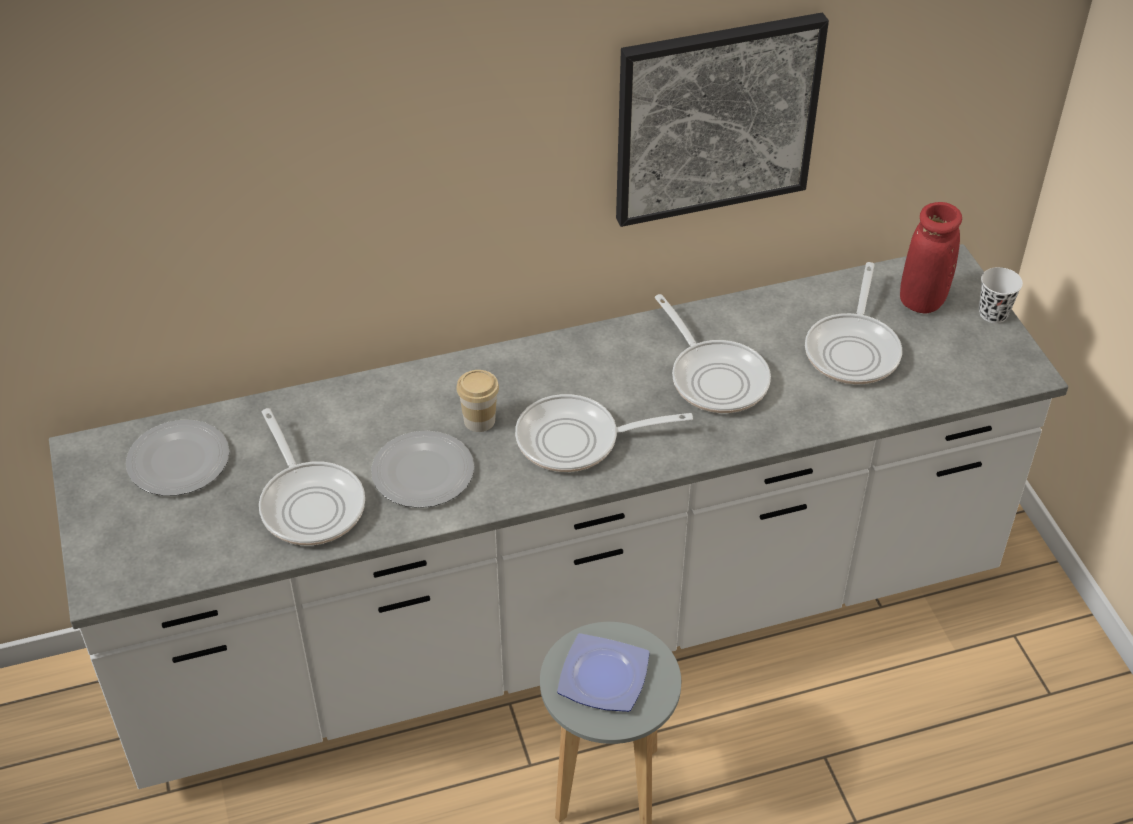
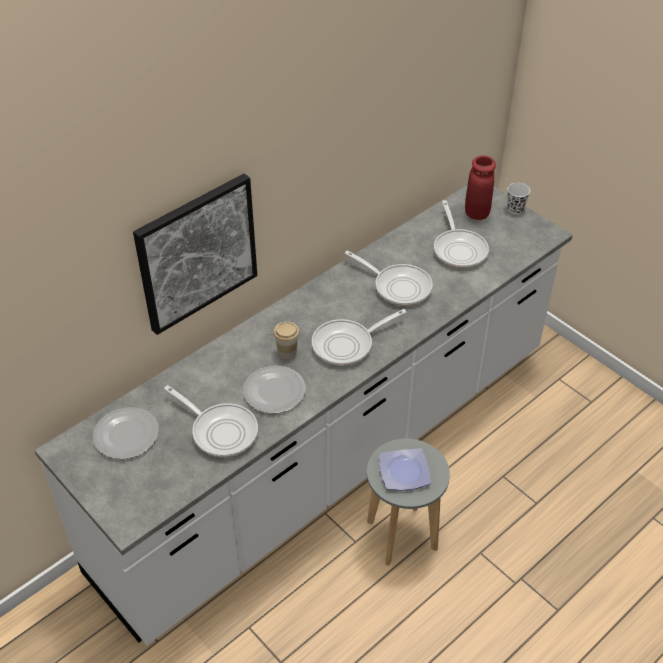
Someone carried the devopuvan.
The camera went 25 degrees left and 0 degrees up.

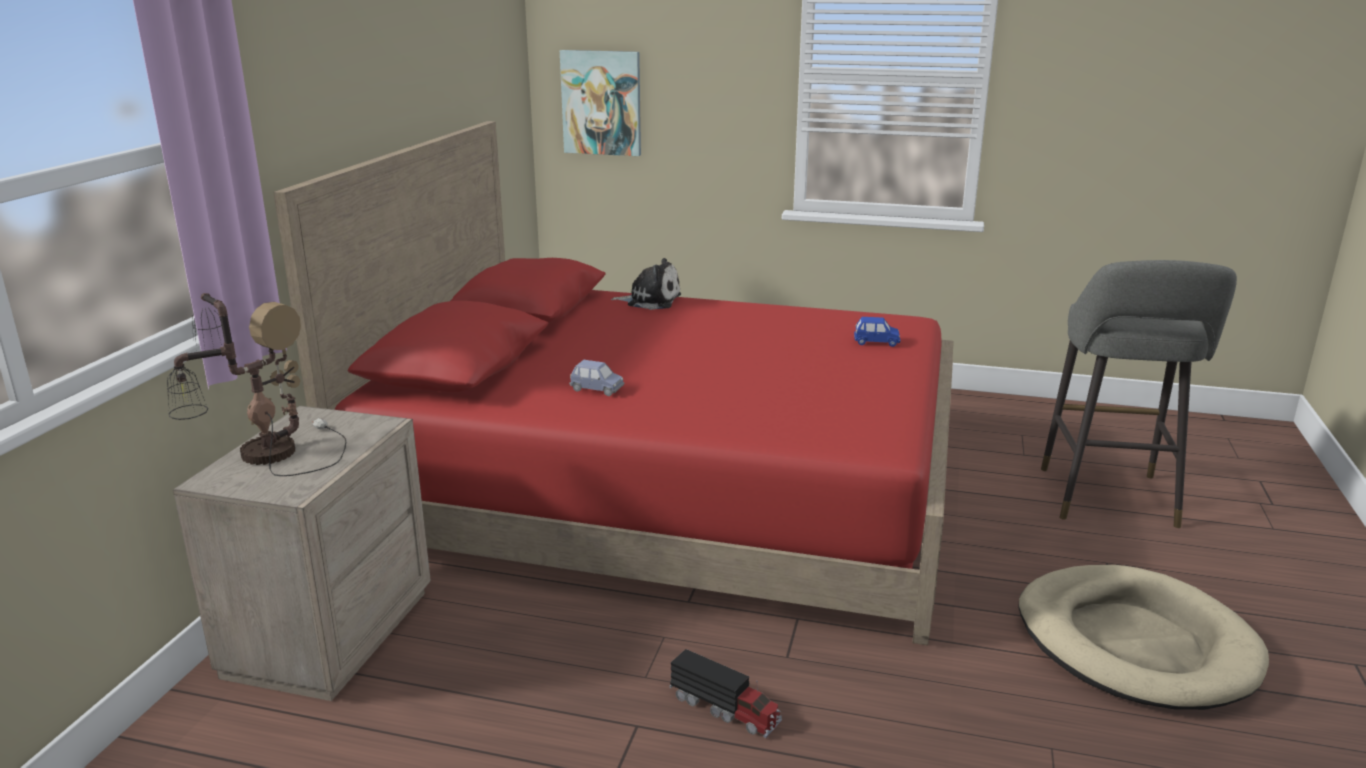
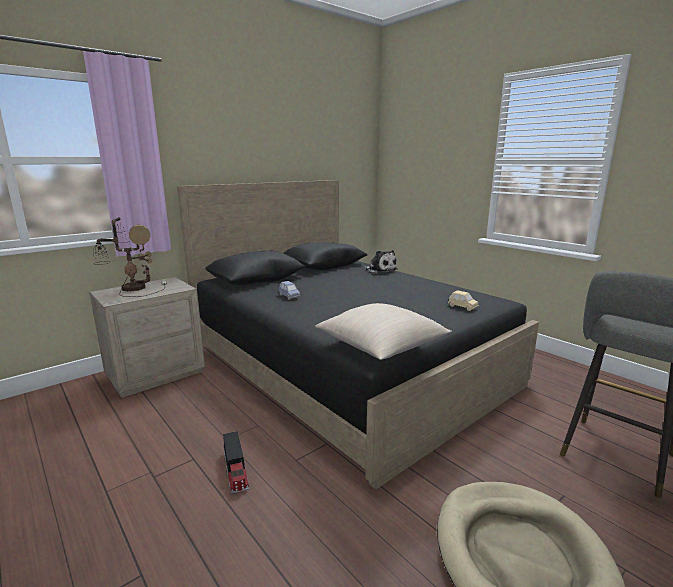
Someone repainted the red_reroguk, which became the black_reroguk.
Someone put down the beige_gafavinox.
Someone repainted the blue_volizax (2nd from left), which became the beige_volizax.
Someone took away the devopuvan.
The camera went 35 degrees right and 5 degrees down.

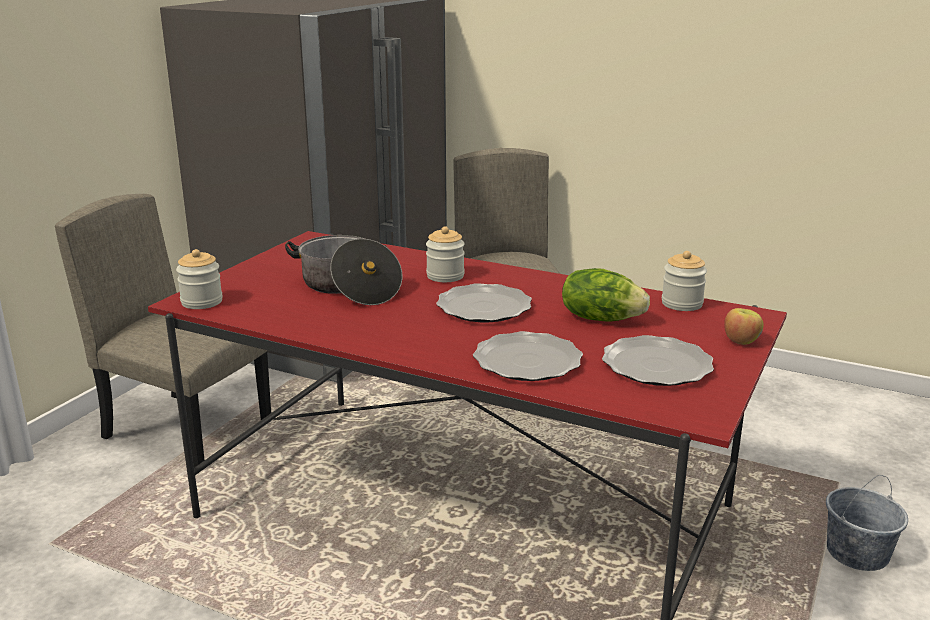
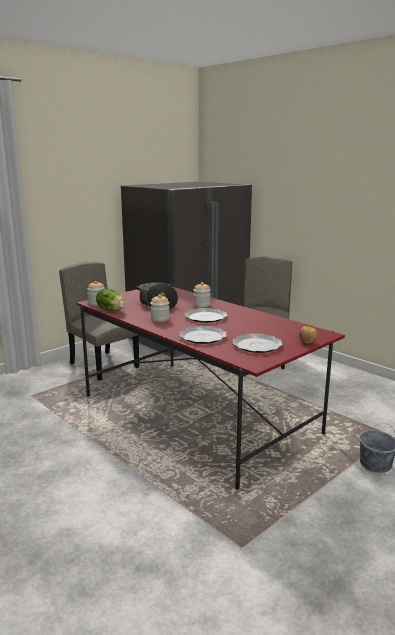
Someone carried the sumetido.
Someone carried the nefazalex (3rd from left in the first image).
The camera went 20 degrees right and 5 degrees down.

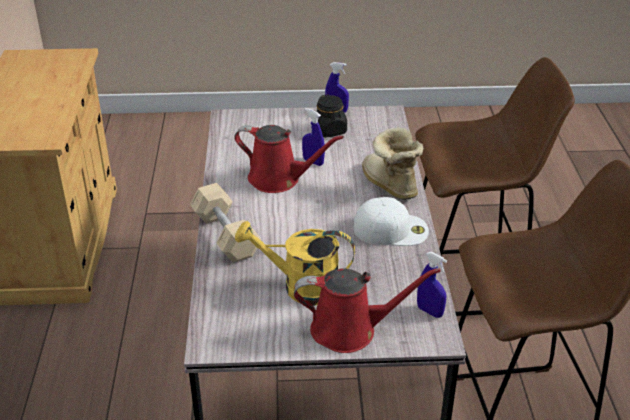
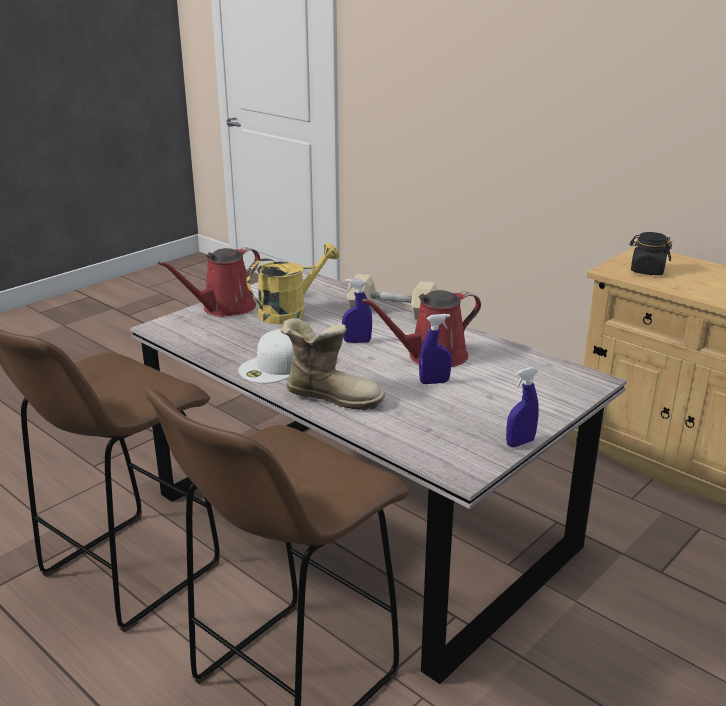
Someone carried the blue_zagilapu (3rd from left in the first image).
Someone carried the black_nefazalex.
The camera went 135 degrees right and 10 degrees down.

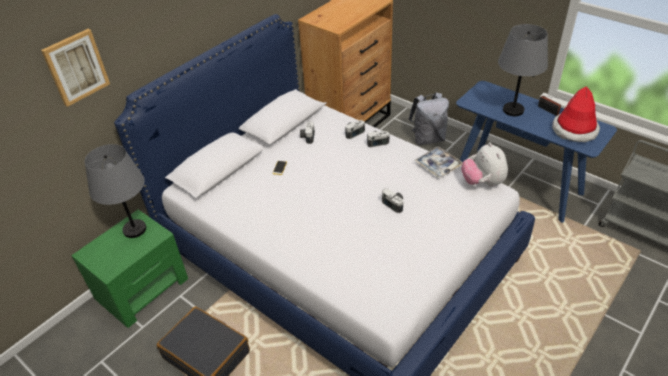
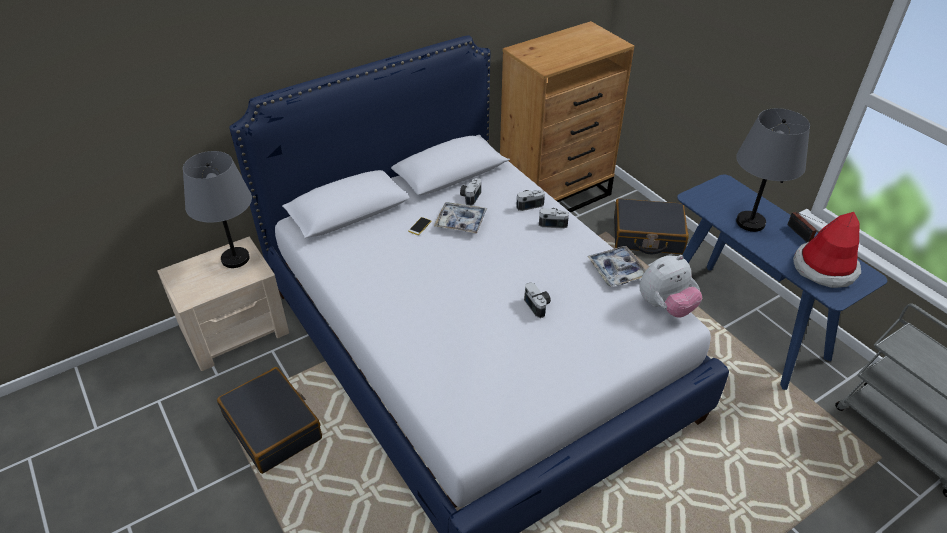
Someone repainted the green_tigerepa, which became the beige_tigerepa.
Someone put down the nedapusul (1st from left).
Someone swapped the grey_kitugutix for the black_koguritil (2nd from left).
Someone rotated the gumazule by 120 degrees counterclockwise.
Someone took away the devopuvan.
The camera went 15 degrees right and 0 degrees up.

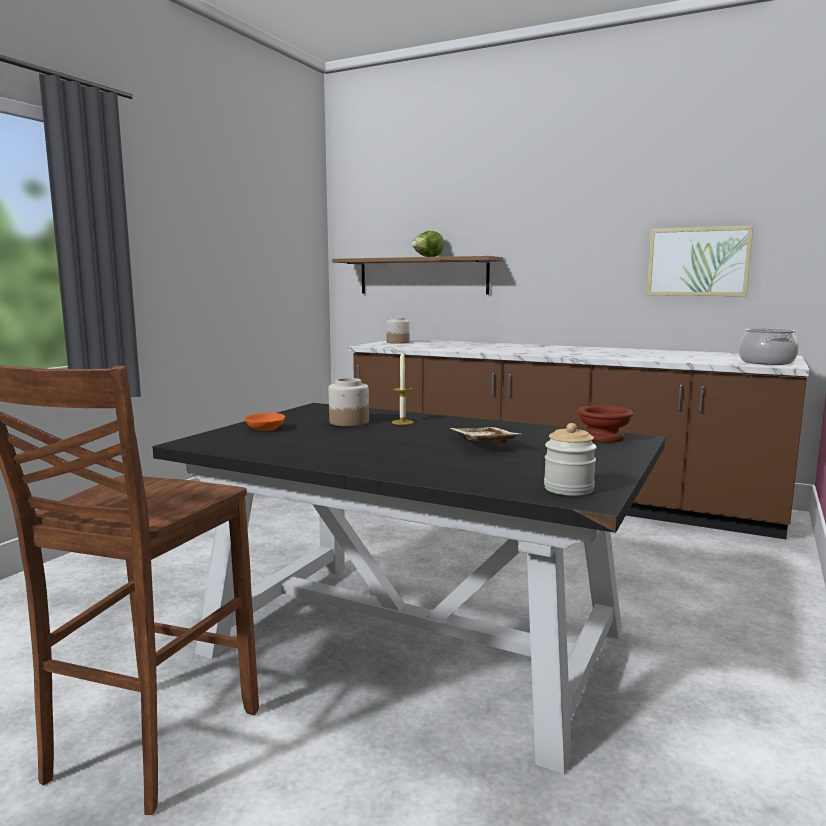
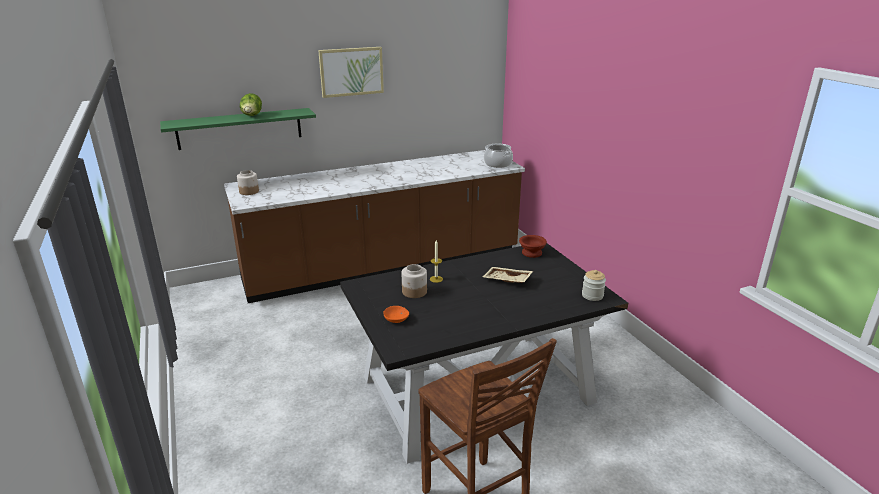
Someone repainted the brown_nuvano, which became the green_nuvano.
Someone carried the devopuvan.
The camera went 50 degrees left and 15 degrees up.

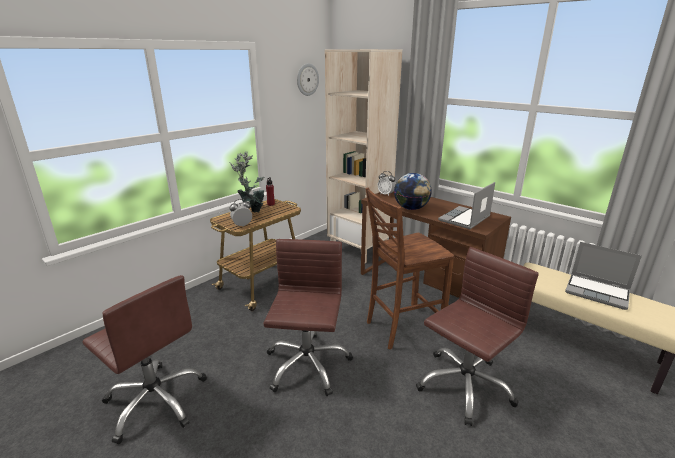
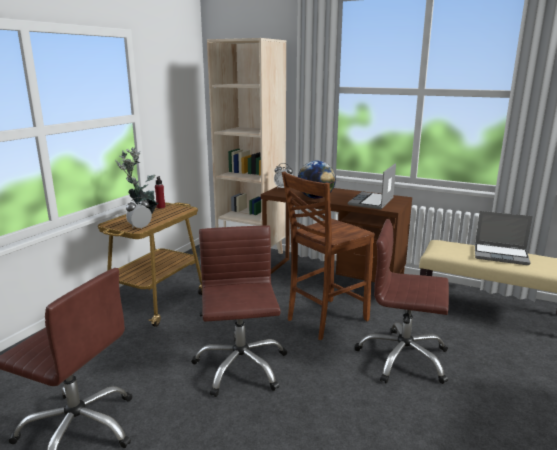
Someone rotated the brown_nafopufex (3rd from left) by 105 degrees counterclockwise.
Someone took away the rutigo.
The camera went 15 degrees left and 5 degrees down.

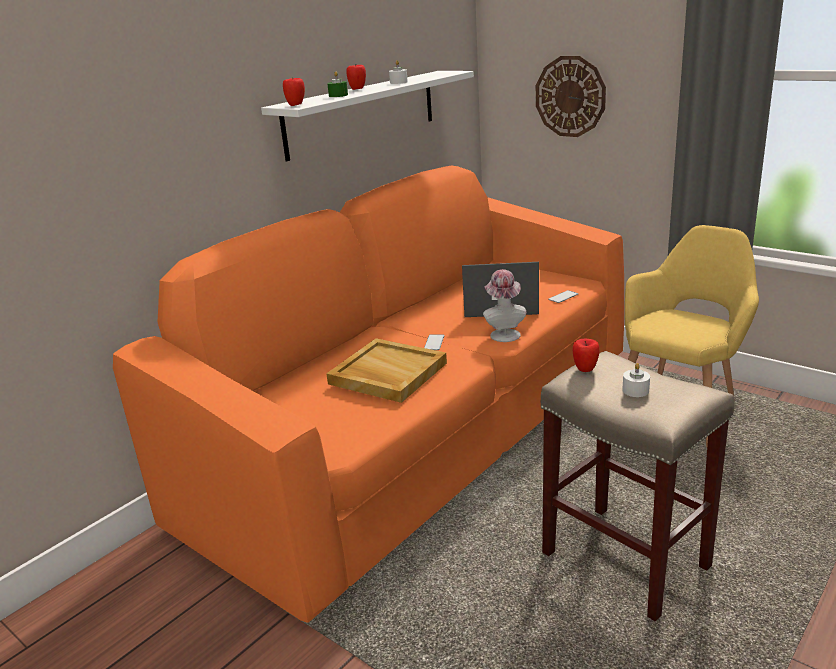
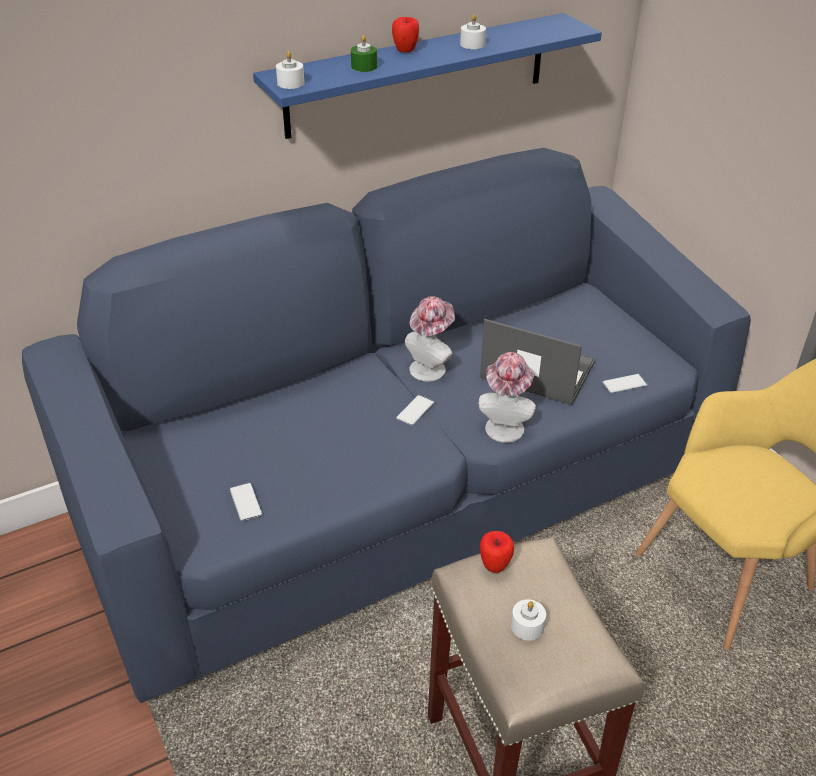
Someone repainted the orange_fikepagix, which became the blue_fikepagix.
Someone put down the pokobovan (1st from left).
Someone repainted the white_nuvano, which became the blue_nuvano.
Someone swapped the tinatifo (1st from left) for the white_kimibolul (1st from left).
Someone put down the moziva (1st from left).
Someone took away the beige_nedapusul.
Someone took away the rutigo.
The camera went 20 degrees right and 15 degrees up.

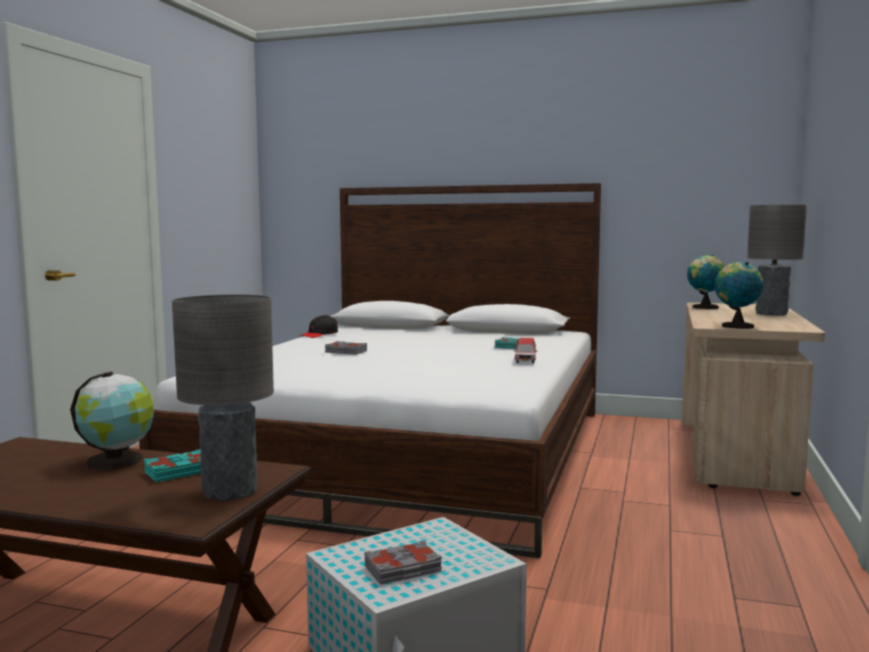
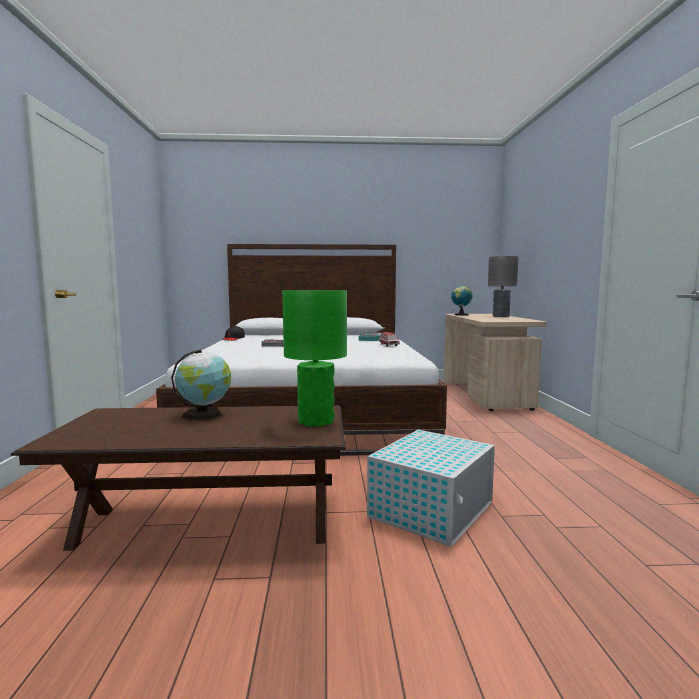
Someone repainted the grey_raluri (1st from left), which became the green_raluri.
Someone took away the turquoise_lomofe (1st from left).
Someone took away the grey_lomofe (2nd from left).
Someone took away the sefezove (3rd from left).
The camera went 20 degrees left and 0 degrees up.

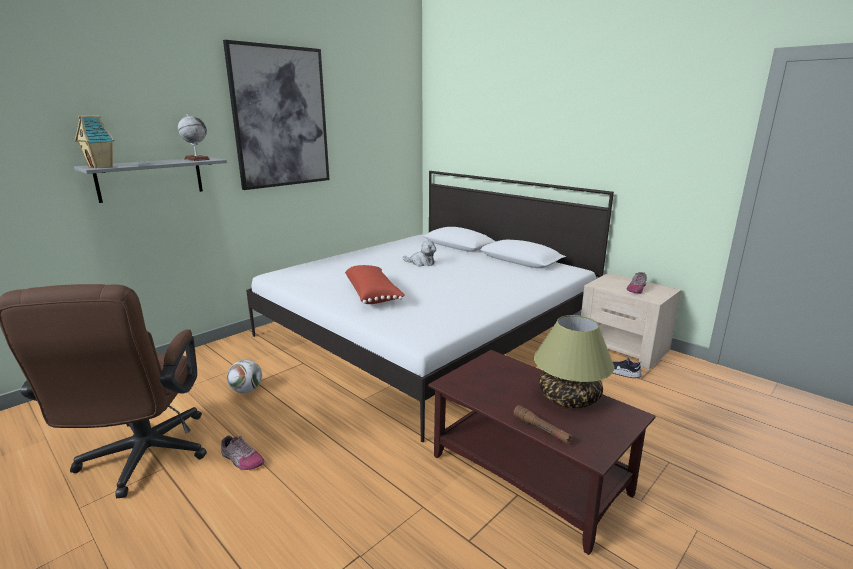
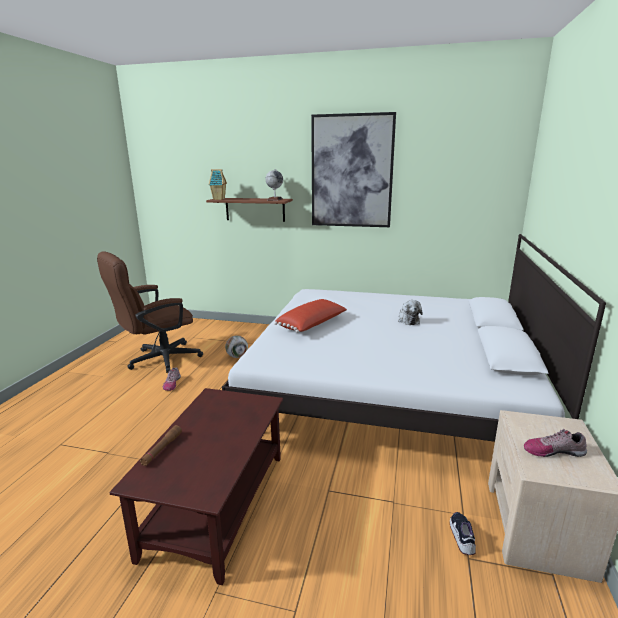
Someone repainted the grey_nuvano, which became the brown_nuvano.
Someone took away the raluri.
The camera went 60 degrees right and 0 degrees up.

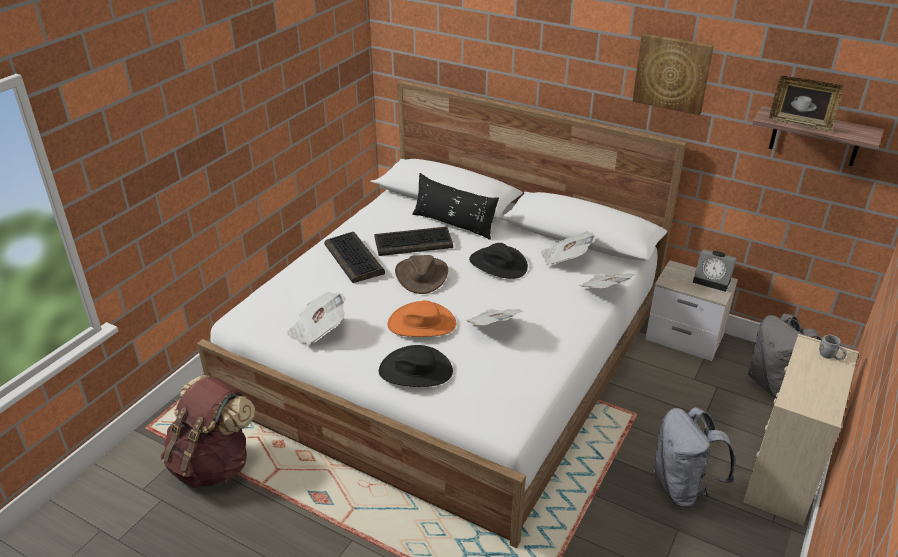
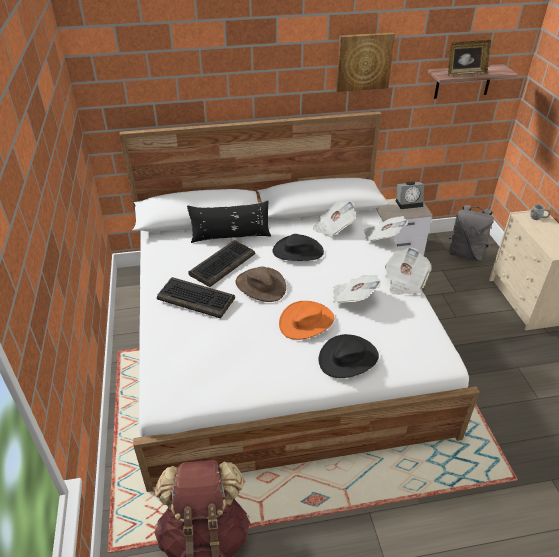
Someone carried the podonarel (1st from left in the first image).
Someone took away the grey_kitugutix (1st from left).
The camera went 40 degrees left and 5 degrees up.

